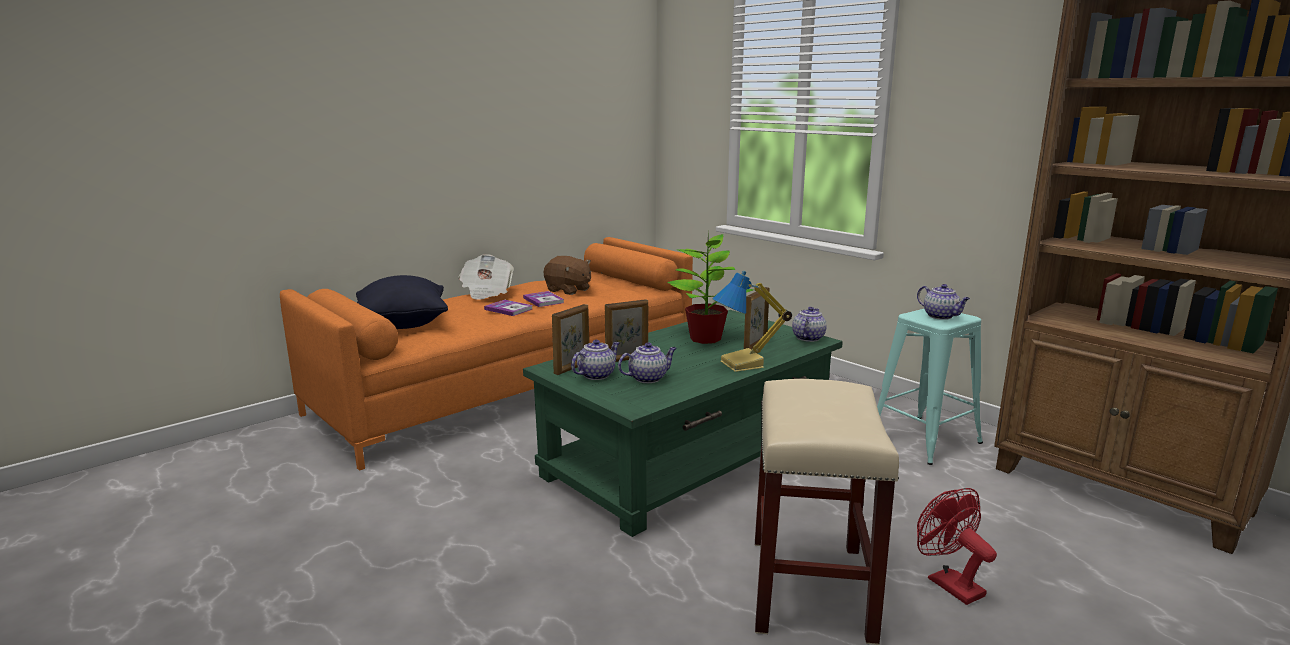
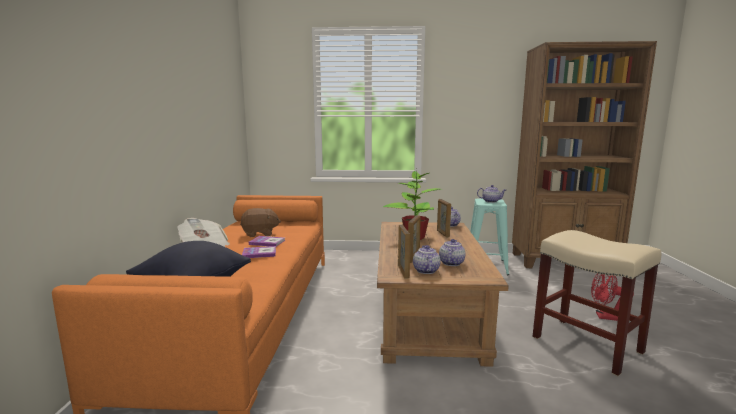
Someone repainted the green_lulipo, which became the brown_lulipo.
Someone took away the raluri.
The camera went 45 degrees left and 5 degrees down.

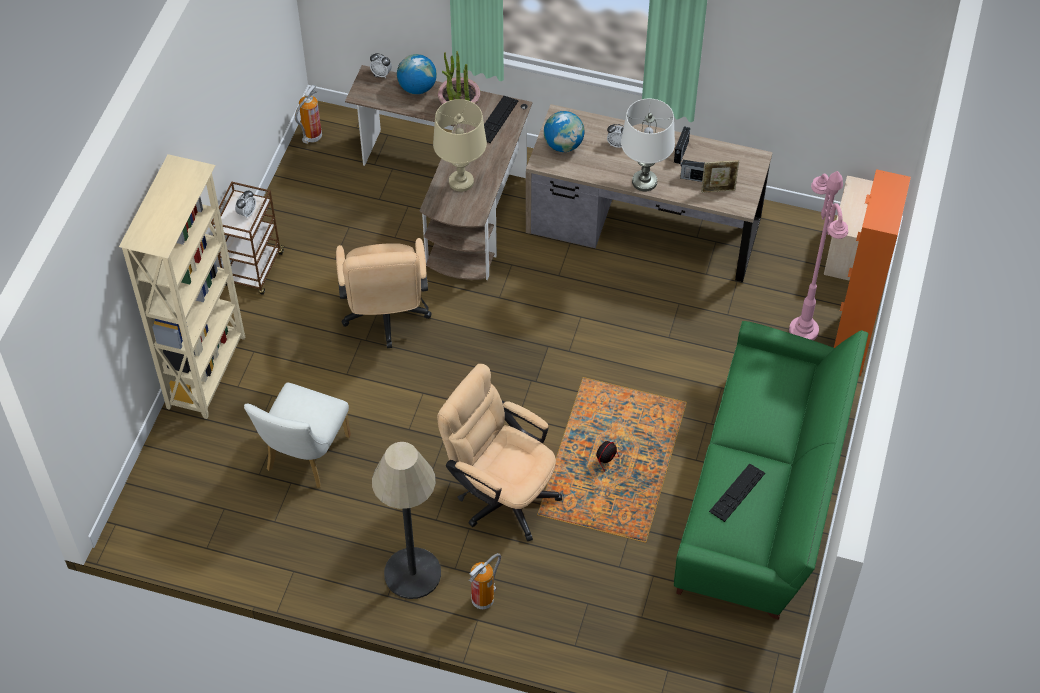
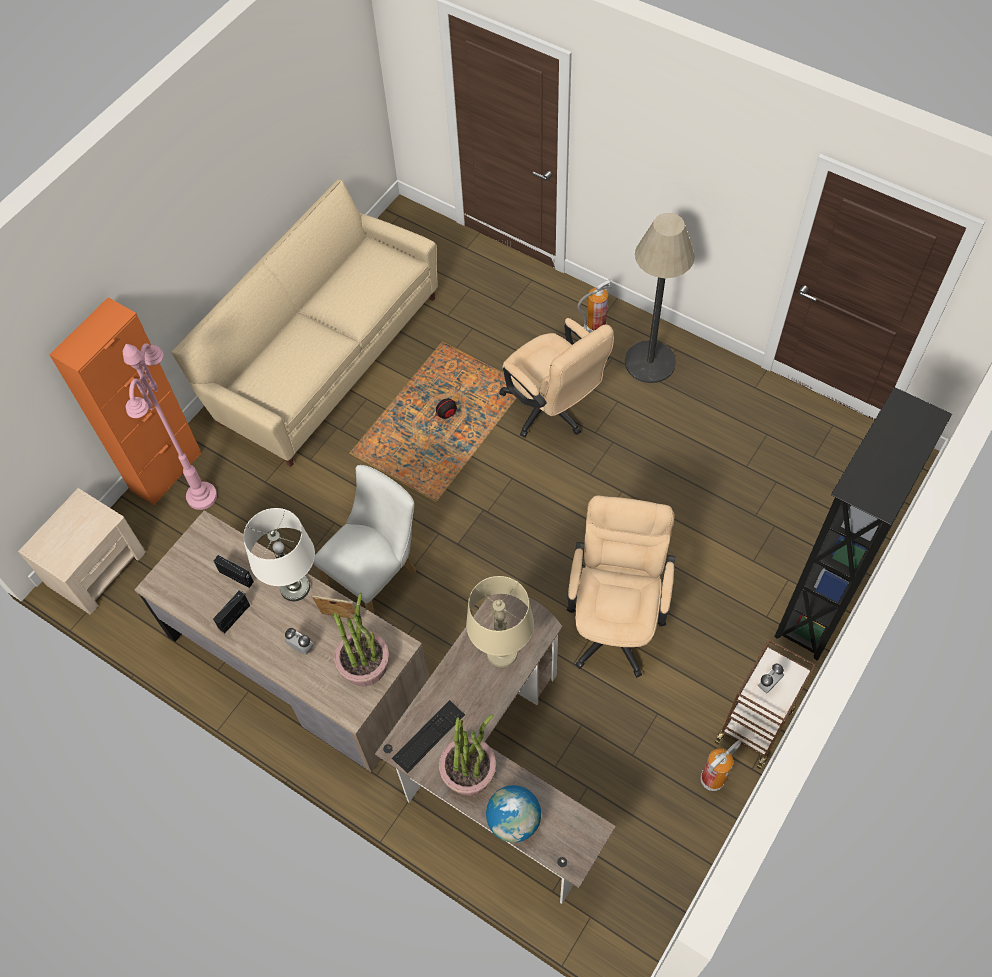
Someone repainted the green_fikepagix, which became the beige_fikepagix.
Someone carried the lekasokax.
Someone carried the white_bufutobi.
Someone swapped the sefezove (2nd from left) for the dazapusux (1st from left).
Someone carried the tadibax (1st from left in the first image).
Someone repainted the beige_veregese, which became the black_veregese.
Someone took away the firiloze (2nd from left).
Someone took away the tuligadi (2nd from left).
The camera went 160 degrees left and 5 degrees up.

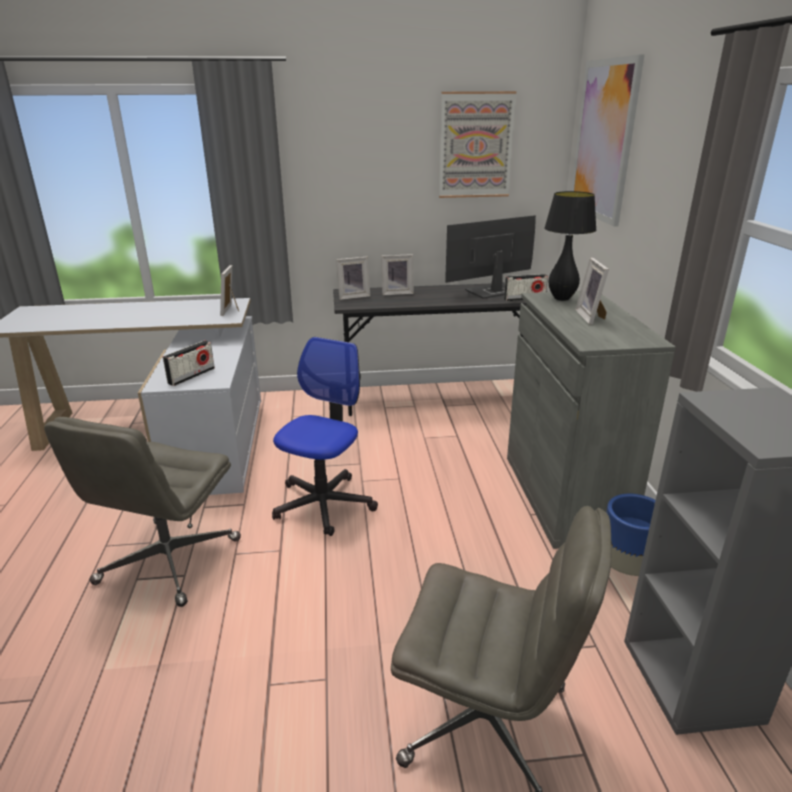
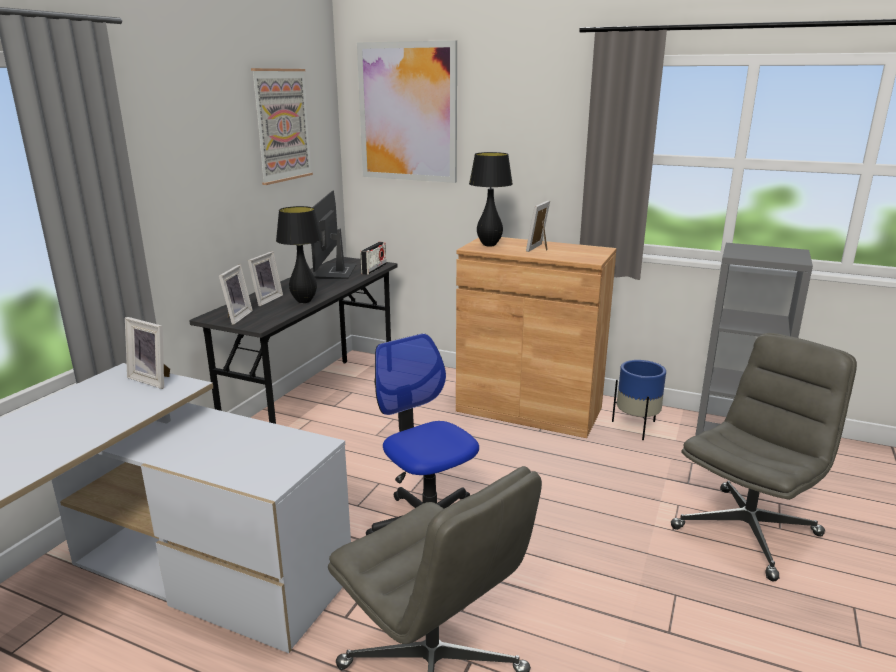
Someone put down the black_raluri (1st from left).
Someone repainted the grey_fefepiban, which became the brown_fefepiban.
Someone rotated the lekasokax (4th from left) by 90 degrees clockwise.
Someone took away the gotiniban (1st from left).
The camera went 60 degrees left and 5 degrees down.

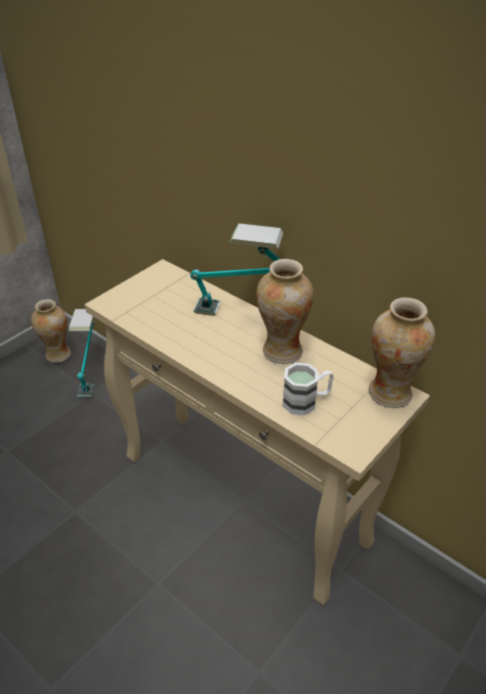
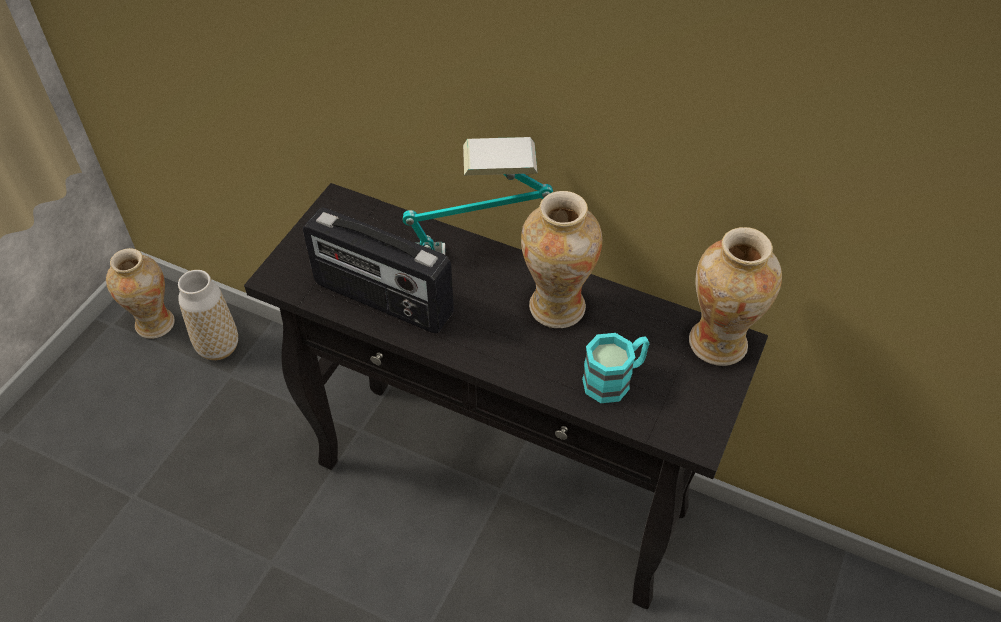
Someone swapped the raluri (1st from left) for the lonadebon (2nd from left).
Someone repainted the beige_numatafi, which became the black_numatafi.
Someone put down the gotiniban.
Someone repainted the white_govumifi, which became the turquoise_govumifi.
The camera went 15 degrees left and 10 degrees up.

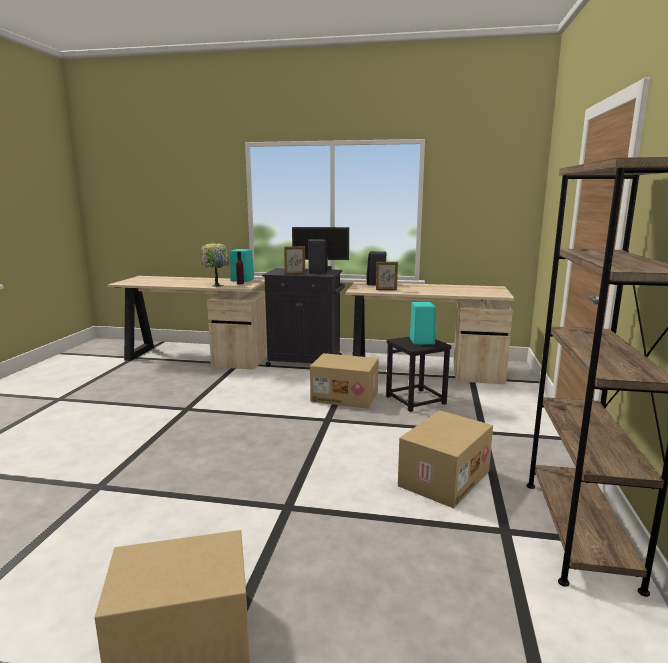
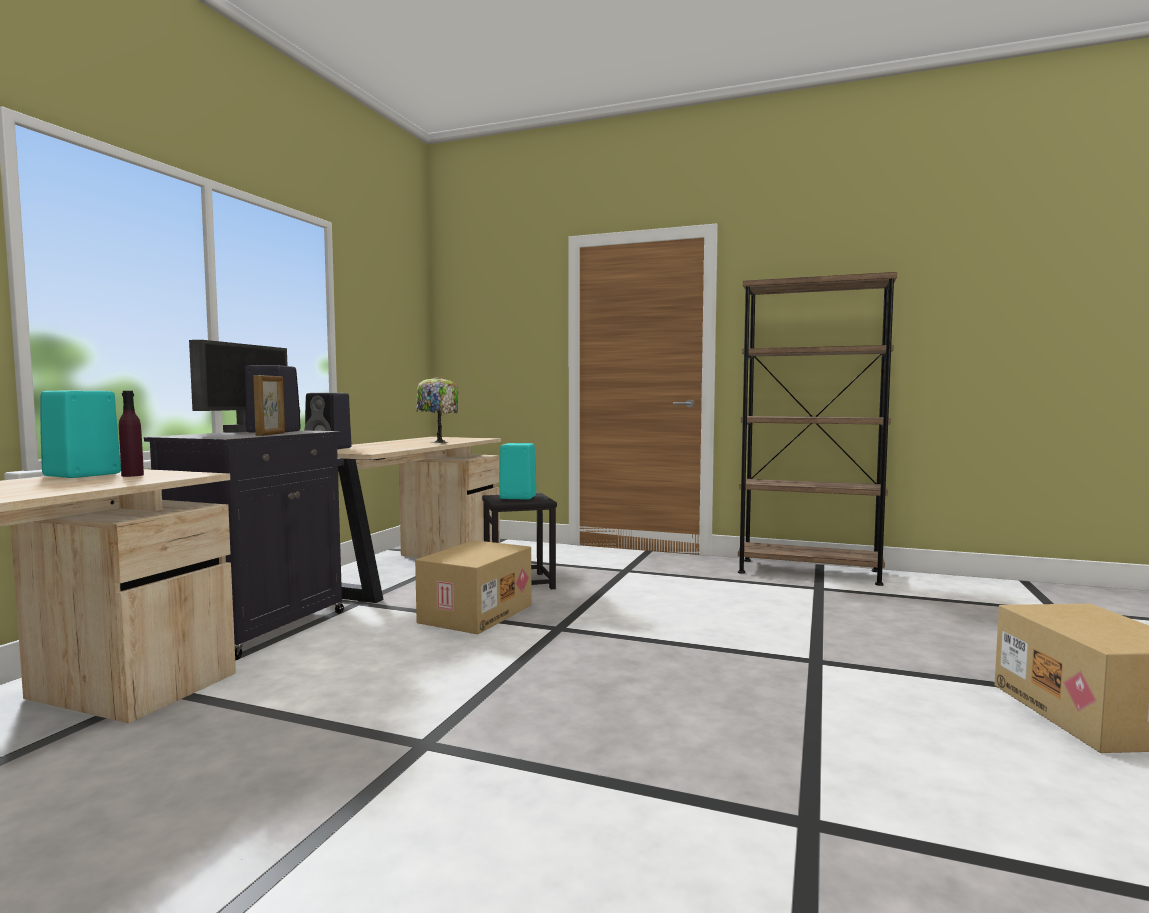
Someone carried the raluri.
Someone took away the lekasokax (2nd from left).
Someone took away the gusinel (3rd from left).
The camera went 80 degrees left and 10 degrees down.

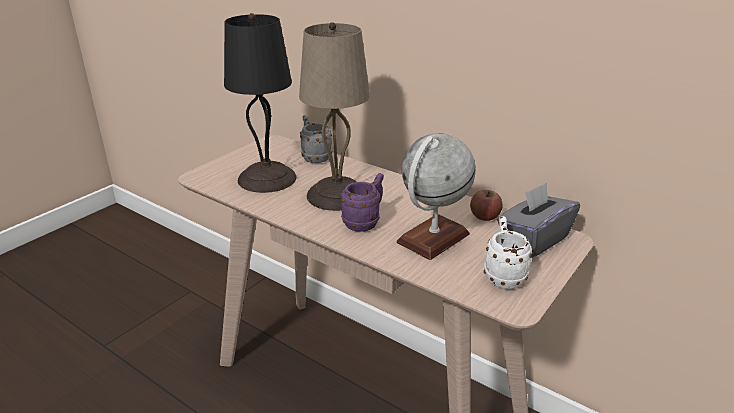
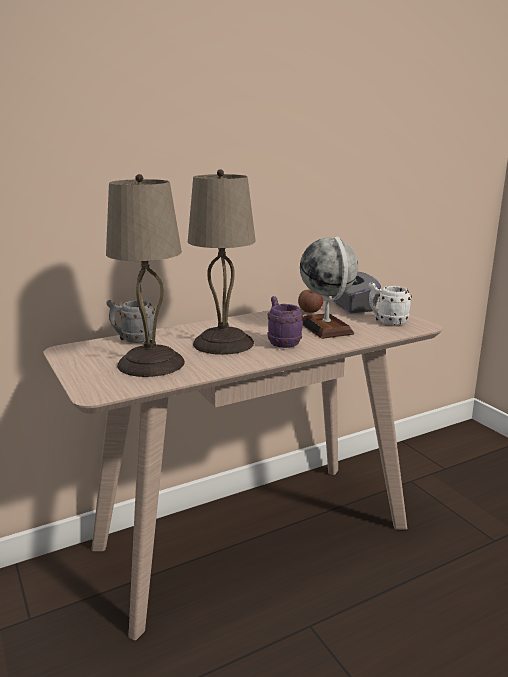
Someone repainted the black_raluri, which became the beige_raluri (1st from left).
The camera went 65 degrees left and 10 degrees down.

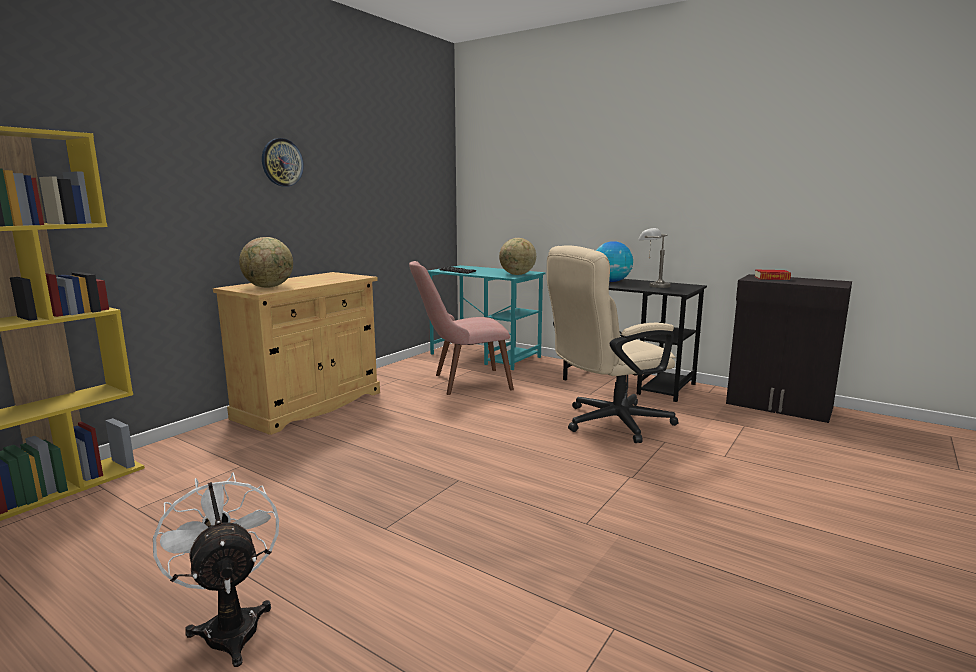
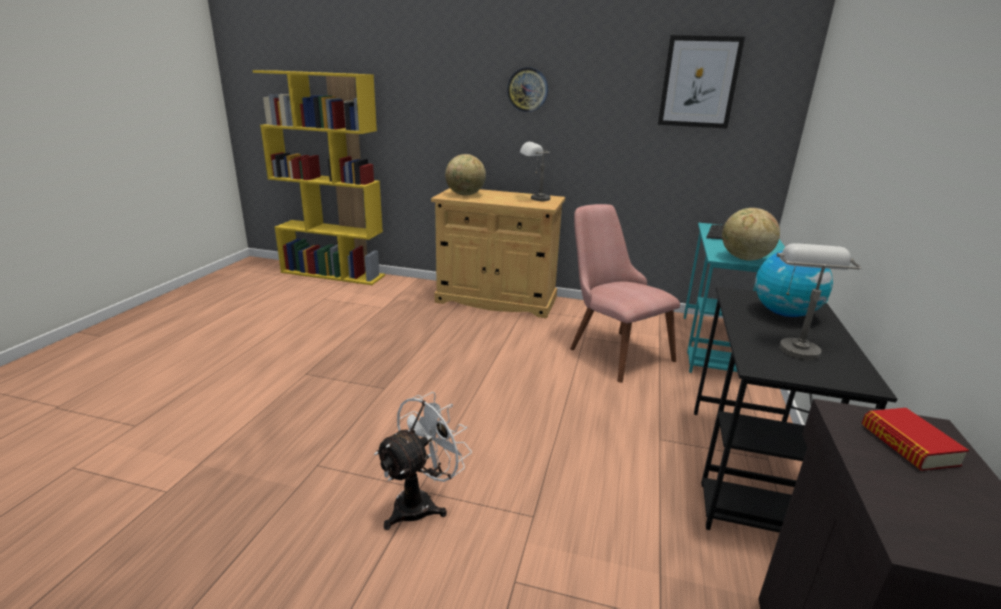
Someone carried the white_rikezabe.
Someone put down the grey_raluri (1st from left).
Someone put up the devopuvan.
Someone took away the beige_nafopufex.
The camera went 70 degrees right and 10 degrees up.

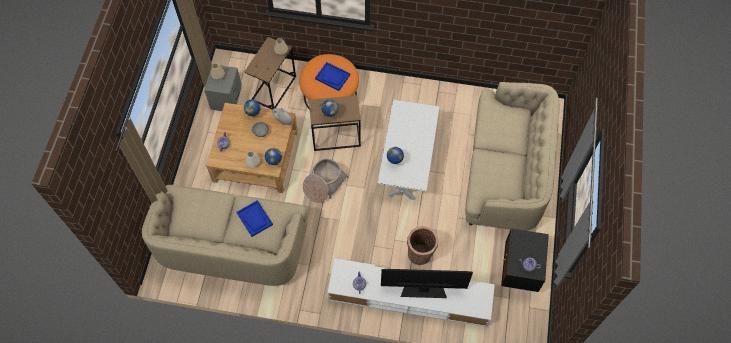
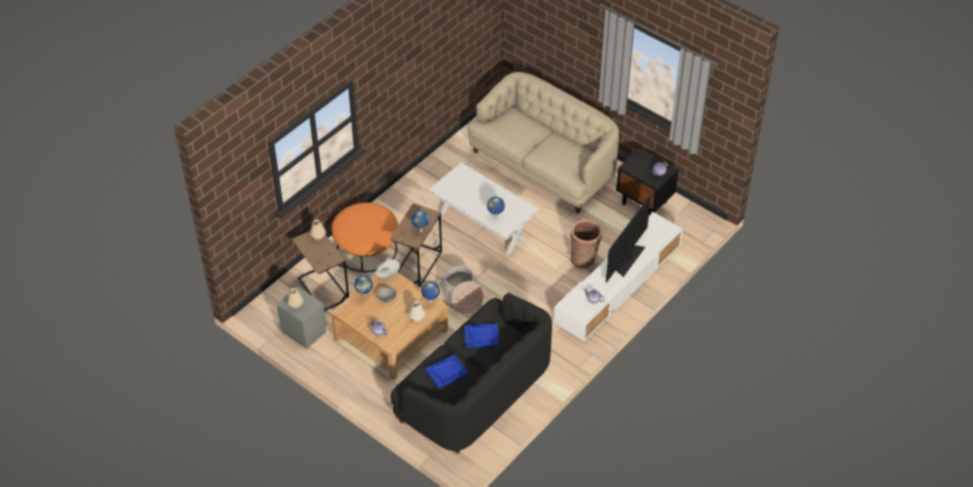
Someone repainted the beige_fikepagix (1st from left), which became the black_fikepagix.
Someone carried the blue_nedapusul (2nd from left in the first image).
The camera went 60 degrees left and 15 degrees down.

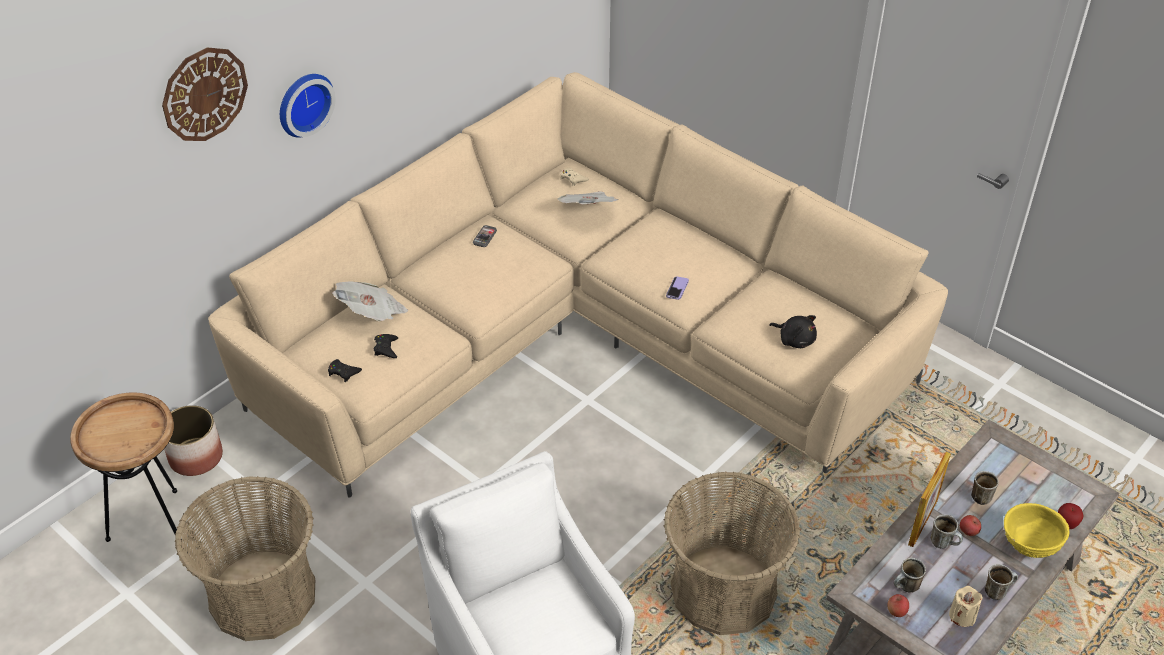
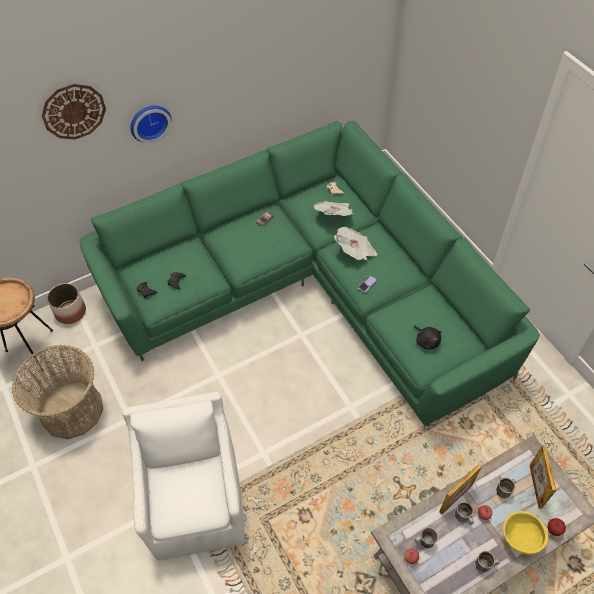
Someone repainted the beige_fikepagix, which became the green_fikepagix.
Someone carried the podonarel (1st from left in the first image).
Someone put down the lekasokax (2nd from left).
Someone took away the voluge (2nd from left).
Someone took away the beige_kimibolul.
The camera went 20 degrees right and 10 degrees up.

